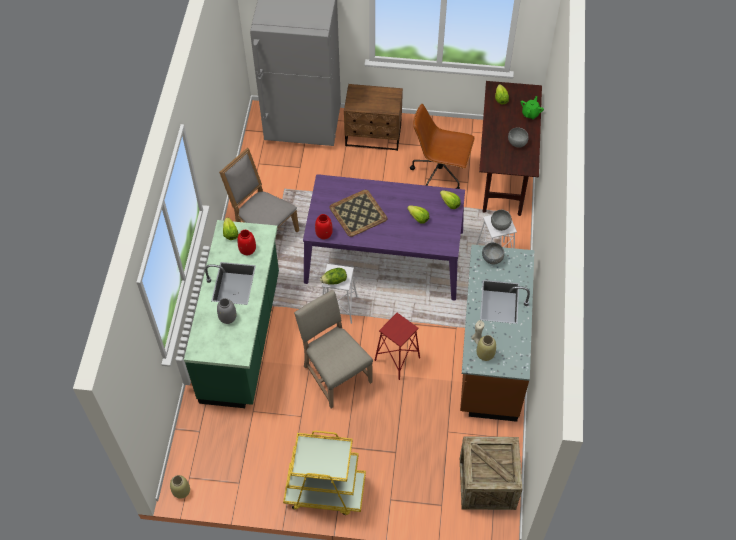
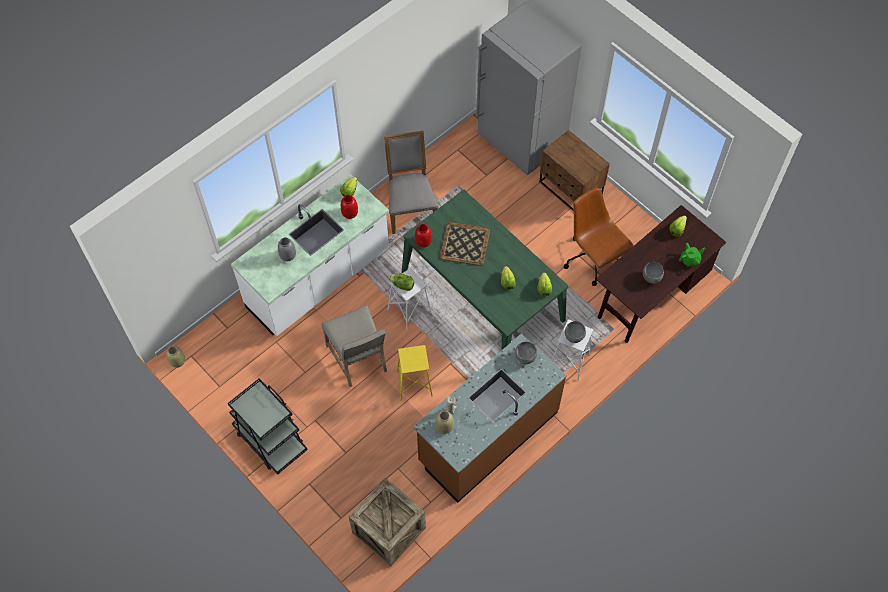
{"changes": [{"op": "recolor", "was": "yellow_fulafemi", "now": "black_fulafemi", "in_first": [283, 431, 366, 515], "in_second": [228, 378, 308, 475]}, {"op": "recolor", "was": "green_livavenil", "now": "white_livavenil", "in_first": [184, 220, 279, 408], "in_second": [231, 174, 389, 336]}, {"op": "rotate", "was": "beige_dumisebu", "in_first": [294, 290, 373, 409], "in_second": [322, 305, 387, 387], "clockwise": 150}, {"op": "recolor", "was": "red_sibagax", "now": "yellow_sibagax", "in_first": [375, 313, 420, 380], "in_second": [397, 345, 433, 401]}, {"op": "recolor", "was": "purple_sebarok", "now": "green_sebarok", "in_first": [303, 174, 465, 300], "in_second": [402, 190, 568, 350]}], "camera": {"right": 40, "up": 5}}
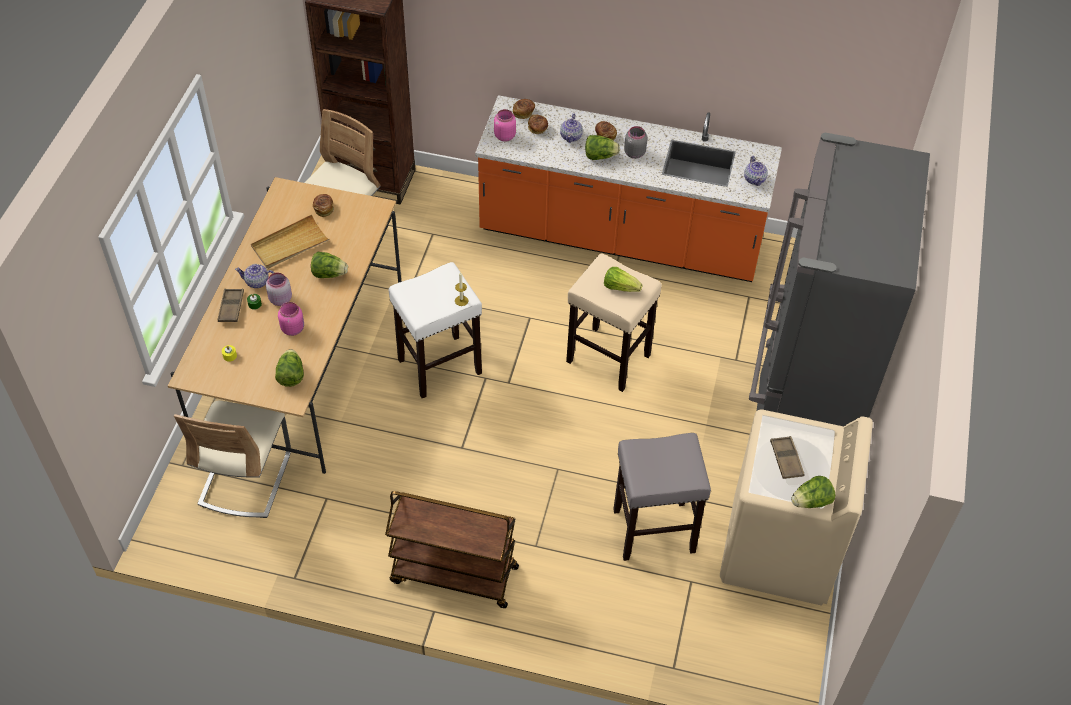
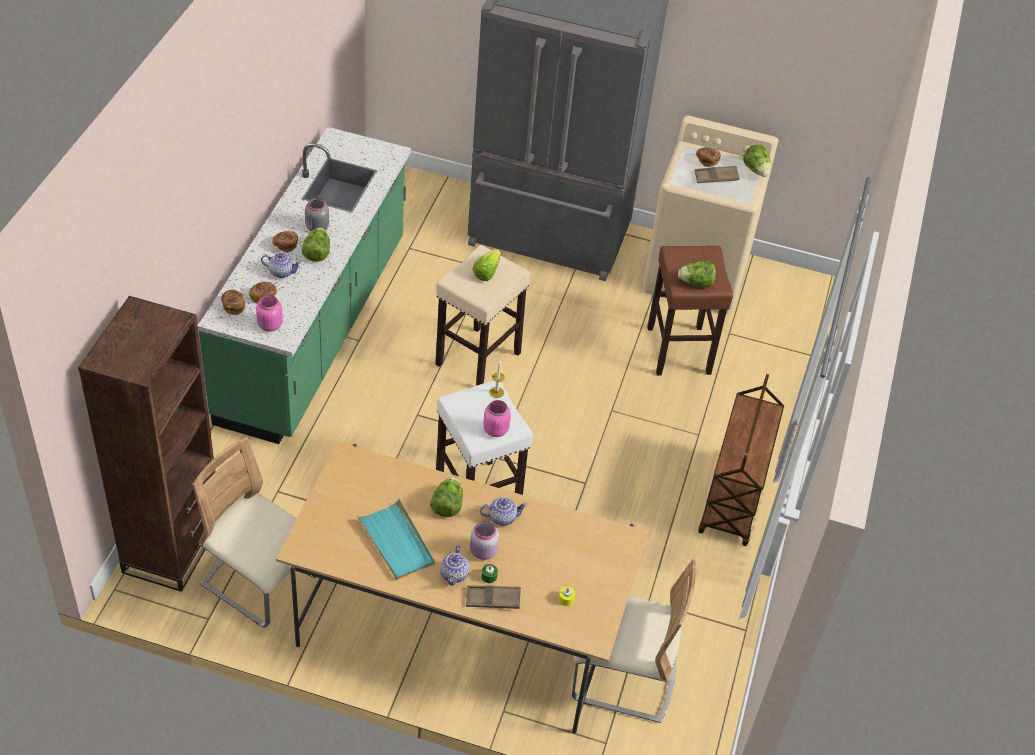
{"changes": [{"op": "recolor", "was": "orange_livavenil", "now": "green_livavenil", "in_first": [475, 95, 782, 282], "in_second": [198, 127, 411, 444]}, {"op": "recolor", "was": "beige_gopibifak", "now": "turquoise_gopibifak", "in_first": [251, 215, 330, 269], "in_second": [356, 499, 435, 580]}, {"op": "move", "was": "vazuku", "in_first": [744, 156, 768, 186], "in_second": [480, 497, 527, 526]}, {"op": "move", "was": "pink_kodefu", "in_first": [278, 302, 304, 336], "in_second": [483, 400, 511, 437]}, {"op": "recolor", "was": "grey_sibagax", "now": "brown_sibagax", "in_first": [613, 433, 711, 561], "in_second": [647, 246, 733, 375]}, {"op": "move", "was": "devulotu", "in_first": [275, 349, 304, 387], "in_second": [678, 261, 716, 287]}, {"op": "move", "was": "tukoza", "in_first": [313, 194, 334, 217], "in_second": [696, 147, 721, 167]}], "camera": {"right": -90, "up": -5}}
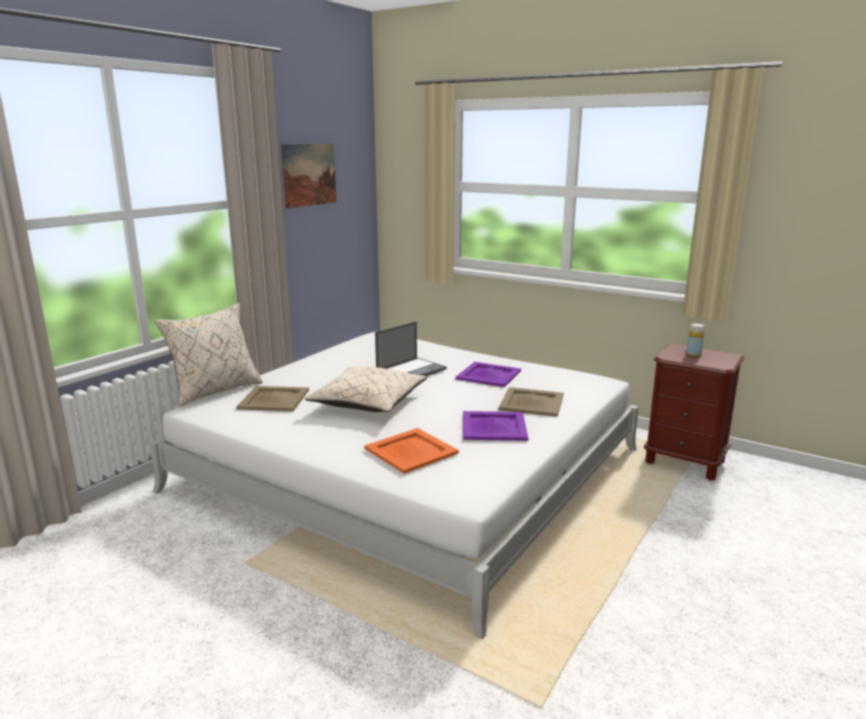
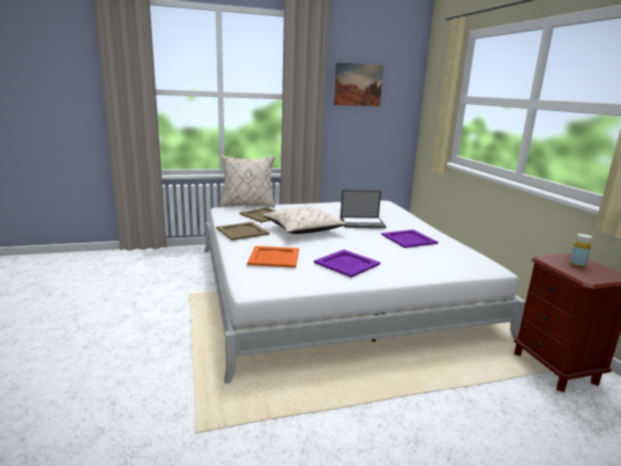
{"changes": [{"op": "move", "was": "beige_gopibifak", "in_first": [499, 387, 564, 417], "in_second": [216, 222, 270, 241]}], "camera": {"right": 40, "up": 0}}
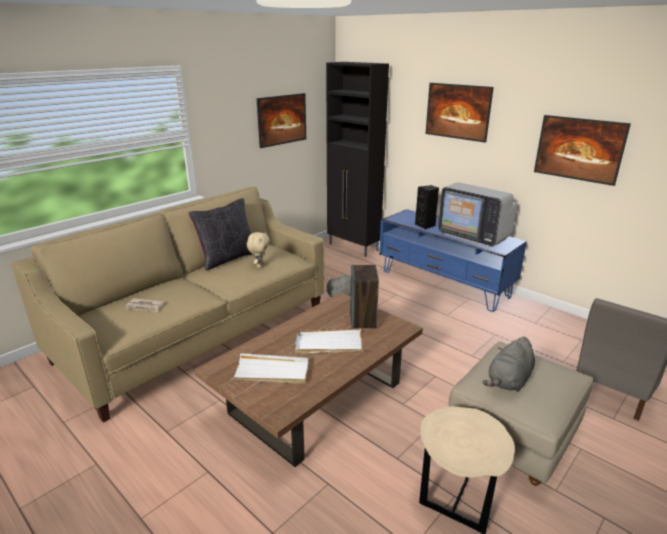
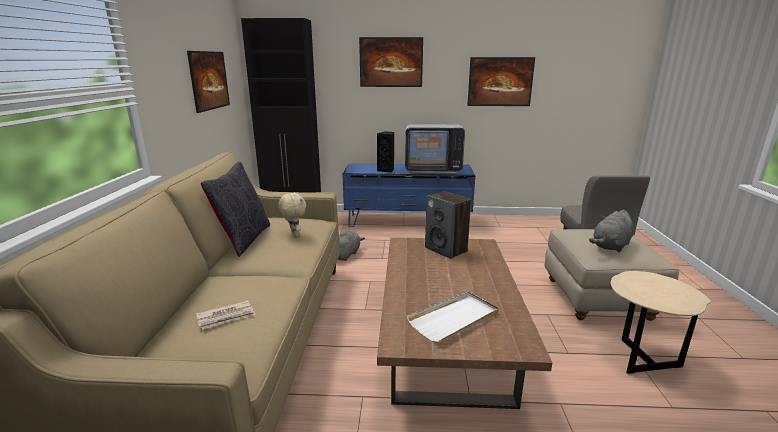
{"changes": [{"op": "rotate", "was": "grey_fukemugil", "in_first": [483, 337, 535, 392], "in_second": [589, 210, 634, 252], "clockwise": 45}, {"op": "delete", "was": "white_gopibifak", "in_first": [295, 329, 363, 354]}], "camera": {"right": -40, "up": -5}}
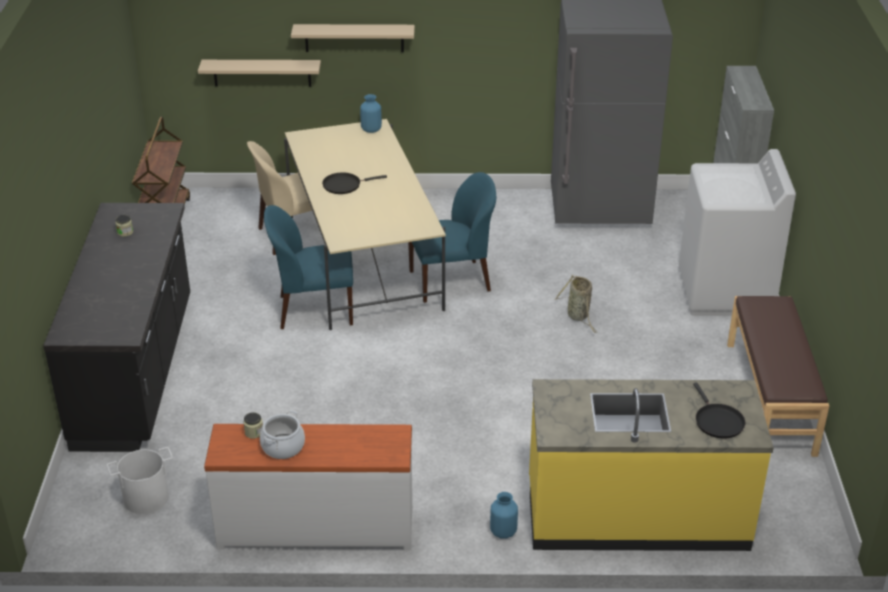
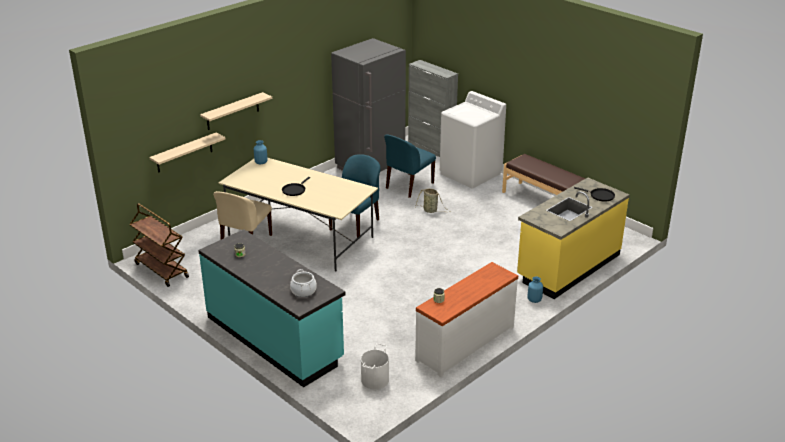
{"changes": [{"op": "recolor", "was": "black_livavenil", "now": "turquoise_livavenil", "in_first": [43, 203, 190, 452], "in_second": [198, 229, 345, 387]}, {"op": "move", "was": "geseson", "in_first": [260, 410, 305, 459], "in_second": [290, 269, 317, 297]}, {"op": "move", "was": "blue_dumisebu", "in_first": [264, 205, 353, 329], "in_second": [384, 135, 436, 198]}], "camera": {"right": -45, "up": -5}}
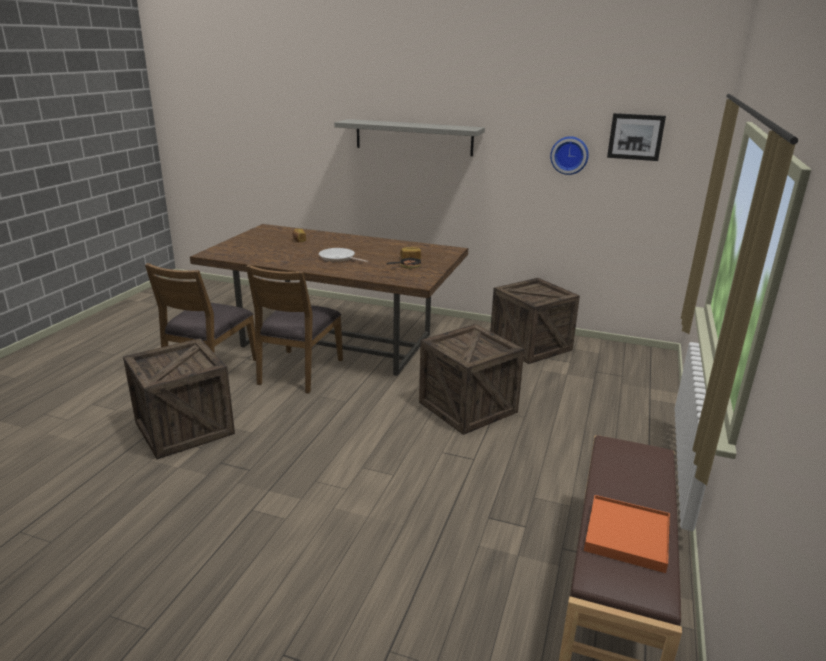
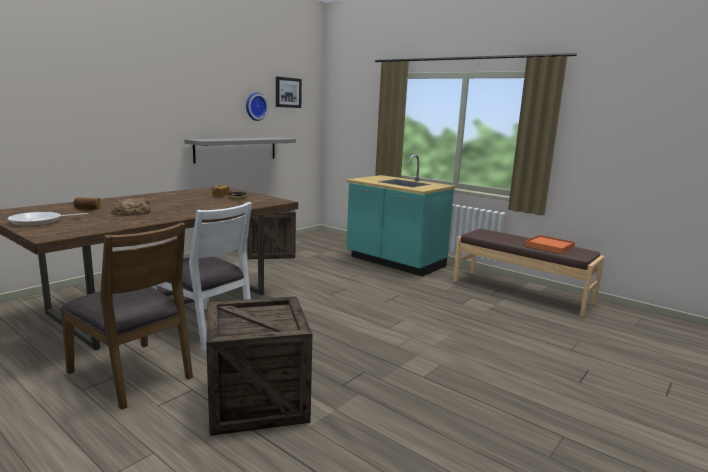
{"changes": [{"op": "move", "was": "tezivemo", "in_first": [319, 248, 368, 262], "in_second": [7, 212, 88, 226]}, {"op": "insert", "now": "tukoza", "in_second": [111, 198, 151, 216]}, {"op": "recolor", "was": "brown_dumisebu", "now": "white_dumisebu", "in_first": [246, 265, 343, 393], "in_second": [152, 202, 252, 352]}, {"op": "move", "was": "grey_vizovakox", "in_first": [334, 119, 485, 156], "in_second": [184, 137, 296, 163]}, {"op": "insert", "now": "turquoise_livavenil", "in_second": [346, 154, 455, 277]}, {"op": "delete", "was": "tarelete", "in_first": [419, 324, 524, 435]}], "camera": {"right": -70, "up": -10}}
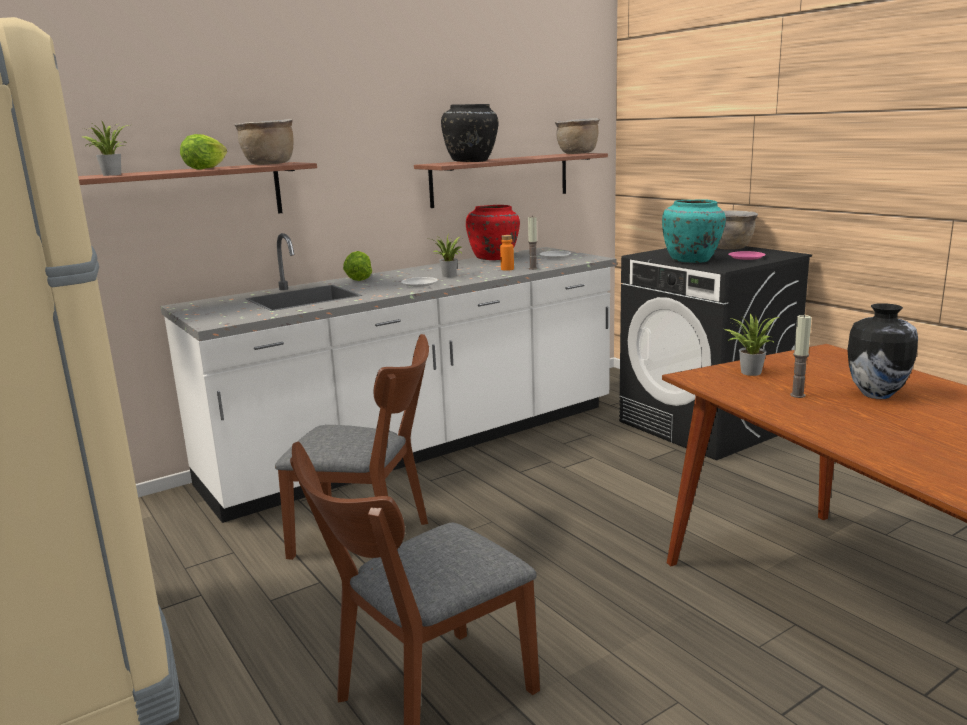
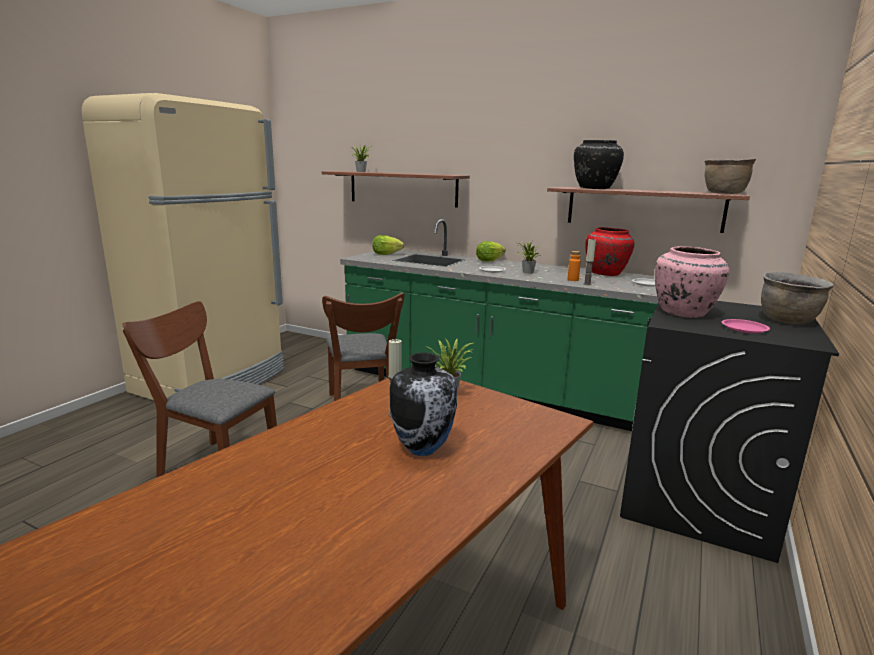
{"changes": [{"op": "recolor", "was": "white_livavenil", "now": "green_livavenil", "in_first": [160, 233, 617, 523], "in_second": [340, 219, 659, 431]}, {"op": "move", "was": "devulotu", "in_first": [180, 134, 227, 170], "in_second": [372, 235, 404, 255]}, {"op": "recolor", "was": "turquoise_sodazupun", "now": "pink_sodazupun", "in_first": [662, 199, 726, 263], "in_second": [655, 246, 730, 318]}, {"op": "delete", "was": "brown_geseson", "in_first": [234, 119, 294, 165]}], "camera": {"right": 60, "up": 0}}
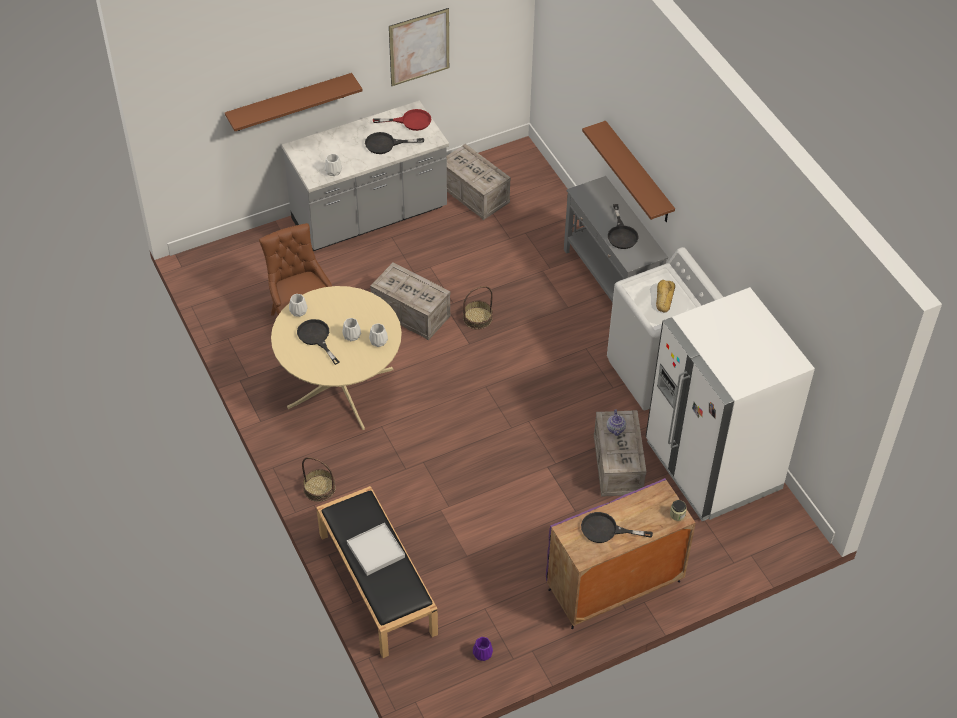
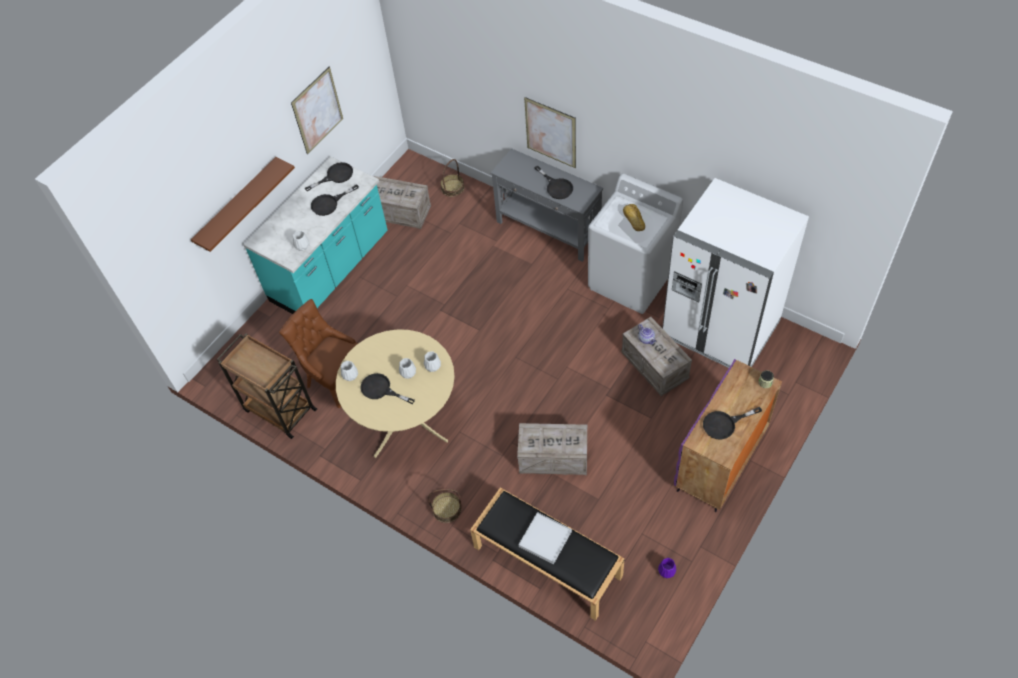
{"changes": [{"op": "insert", "now": "brown_fulafemi", "in_second": [217, 333, 317, 439]}, {"op": "recolor", "was": "grey_livavenil", "now": "turquoise_livavenil", "in_first": [282, 100, 449, 251], "in_second": [243, 156, 388, 314]}, {"op": "recolor", "was": "red_tezivemo", "now": "black_tezivemo", "in_first": [373, 109, 431, 131], "in_second": [305, 162, 353, 191]}, {"op": "move", "was": "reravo", "in_first": [463, 286, 493, 329], "in_second": [440, 159, 465, 197]}, {"op": "move", "was": "tarelete", "in_first": [370, 262, 451, 340], "in_second": [517, 423, 587, 475]}, {"op": "replace", "was": "brown_vizovakox", "now": "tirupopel", "in_first": [582, 121, 675, 222], "in_second": [524, 97, 576, 168]}], "camera": {"right": -25, "up": 5}}
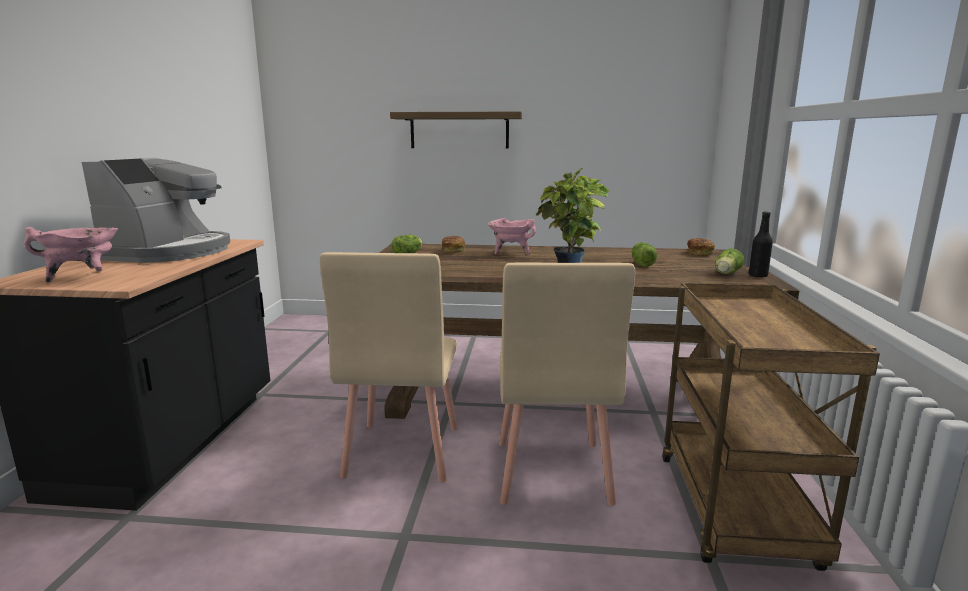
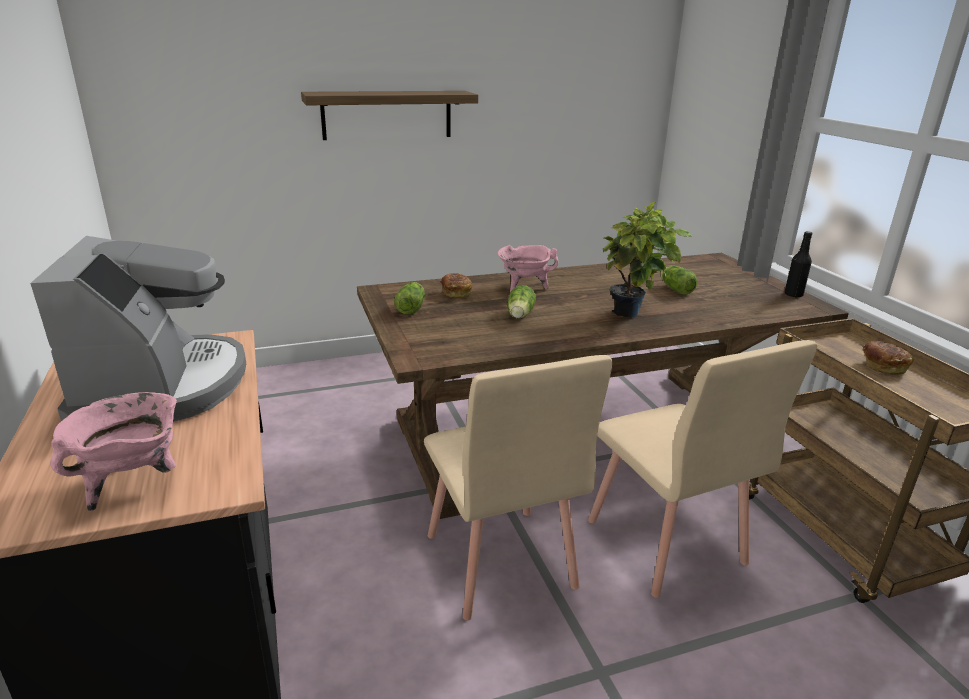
{"changes": [{"op": "move", "was": "devulotu", "in_first": [715, 249, 744, 274], "in_second": [507, 285, 536, 319]}, {"op": "move", "was": "tukoza", "in_first": [687, 238, 715, 256], "in_second": [863, 341, 914, 375]}], "camera": {"right": -25, "up": 10}}
